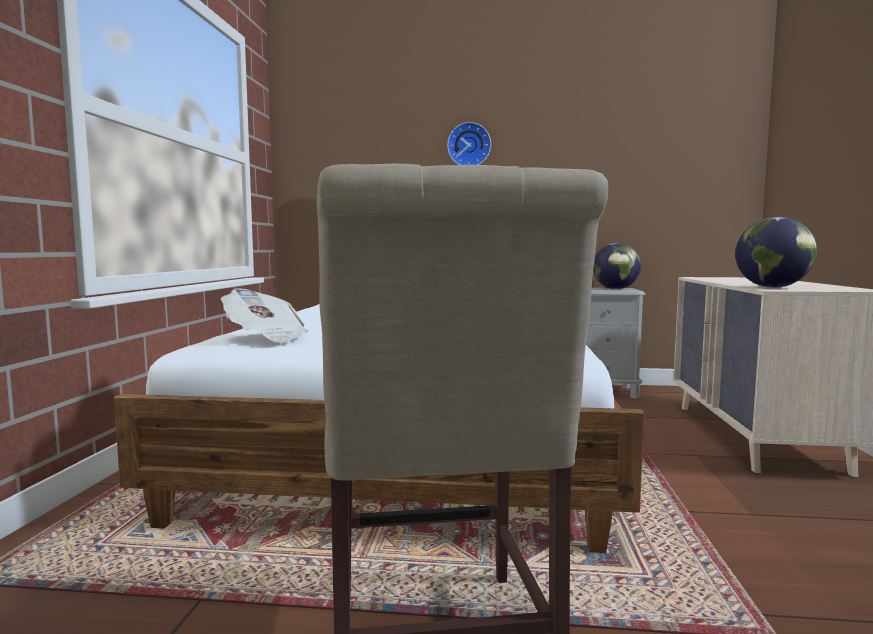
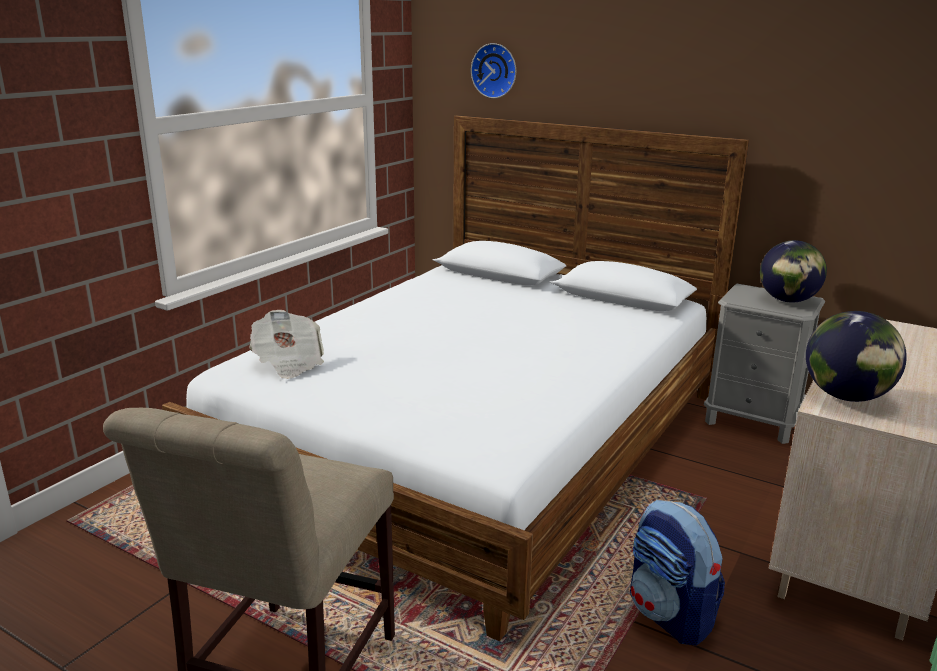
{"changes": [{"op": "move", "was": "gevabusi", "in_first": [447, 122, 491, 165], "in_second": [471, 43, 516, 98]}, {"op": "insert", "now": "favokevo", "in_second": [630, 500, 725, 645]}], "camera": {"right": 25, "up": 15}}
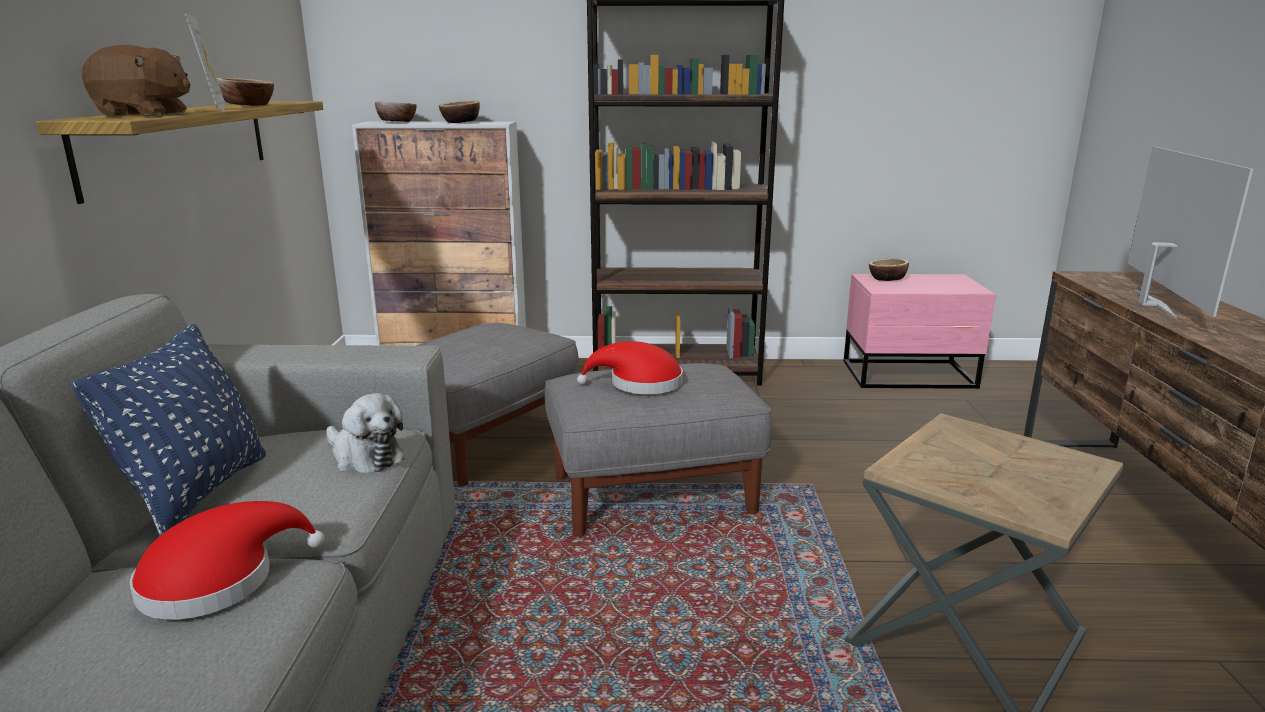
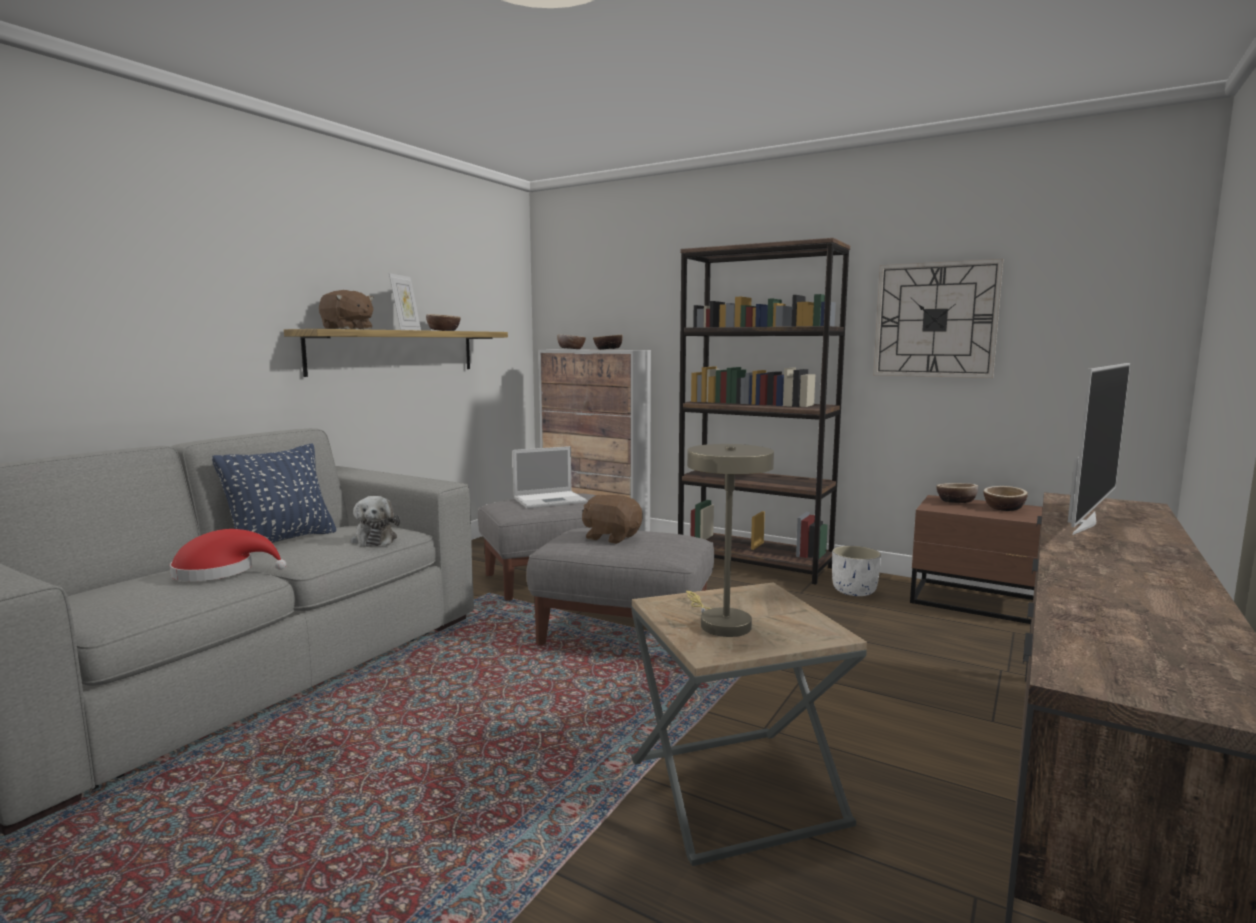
{"changes": [{"op": "insert", "now": "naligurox", "in_second": [512, 446, 587, 509]}, {"op": "replace", "was": "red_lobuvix", "now": "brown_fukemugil", "in_first": [577, 341, 683, 394], "in_second": [582, 495, 642, 544]}, {"op": "insert", "now": "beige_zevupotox", "in_second": [686, 444, 774, 637]}, {"op": "insert", "now": "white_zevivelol", "in_second": [832, 546, 881, 596]}, {"op": "insert", "now": "gevabusi", "in_second": [873, 259, 1003, 378]}, {"op": "recolor", "was": "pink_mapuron", "now": "brown_mapuron", "in_first": [843, 274, 996, 389], "in_second": [910, 495, 1043, 624]}, {"op": "insert", "now": "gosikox", "in_second": [983, 486, 1028, 511]}], "camera": {"right": 30, "up": -10}}
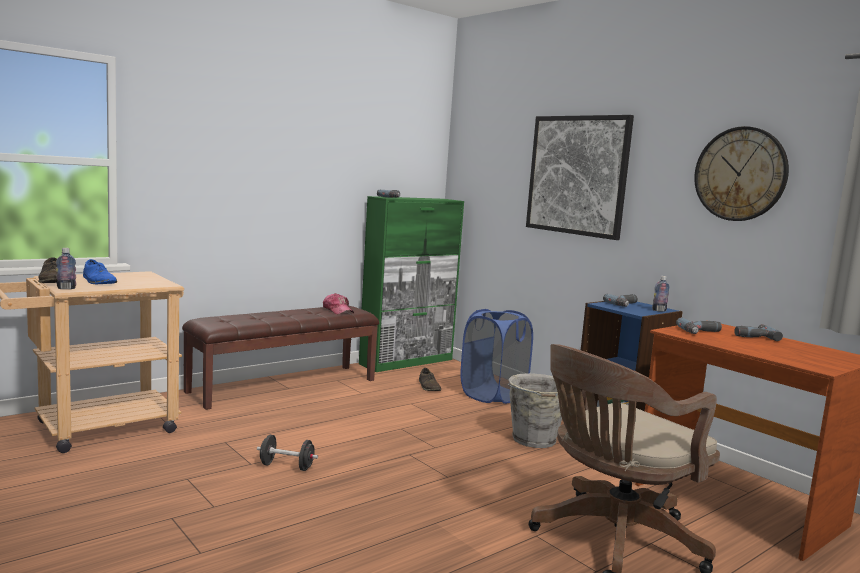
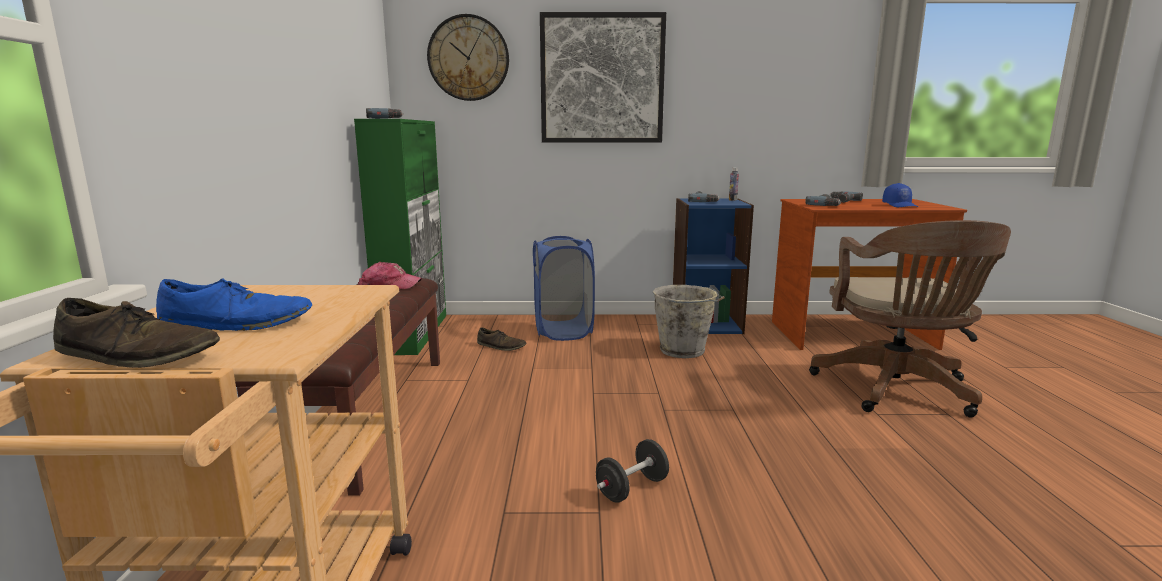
{"changes": [{"op": "move", "was": "gevabusi", "in_first": [694, 126, 789, 221], "in_second": [427, 14, 509, 101]}, {"op": "insert", "now": "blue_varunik", "in_second": [882, 183, 918, 207]}, {"op": "delete", "was": "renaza", "in_first": [56, 248, 77, 289]}], "camera": {"right": -50, "up": 5}}
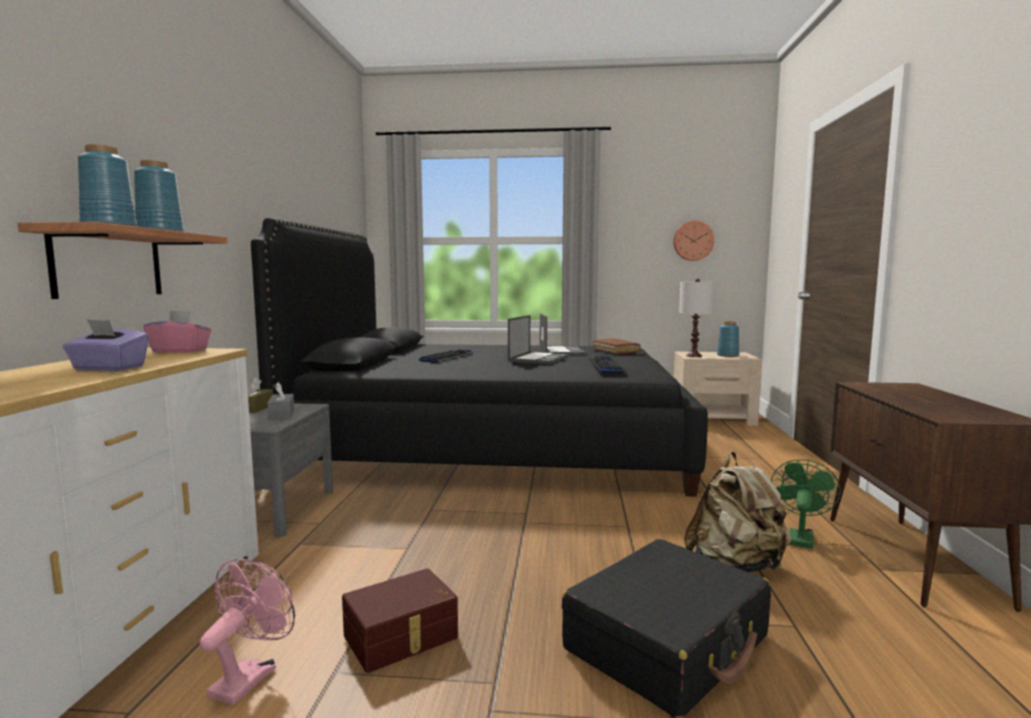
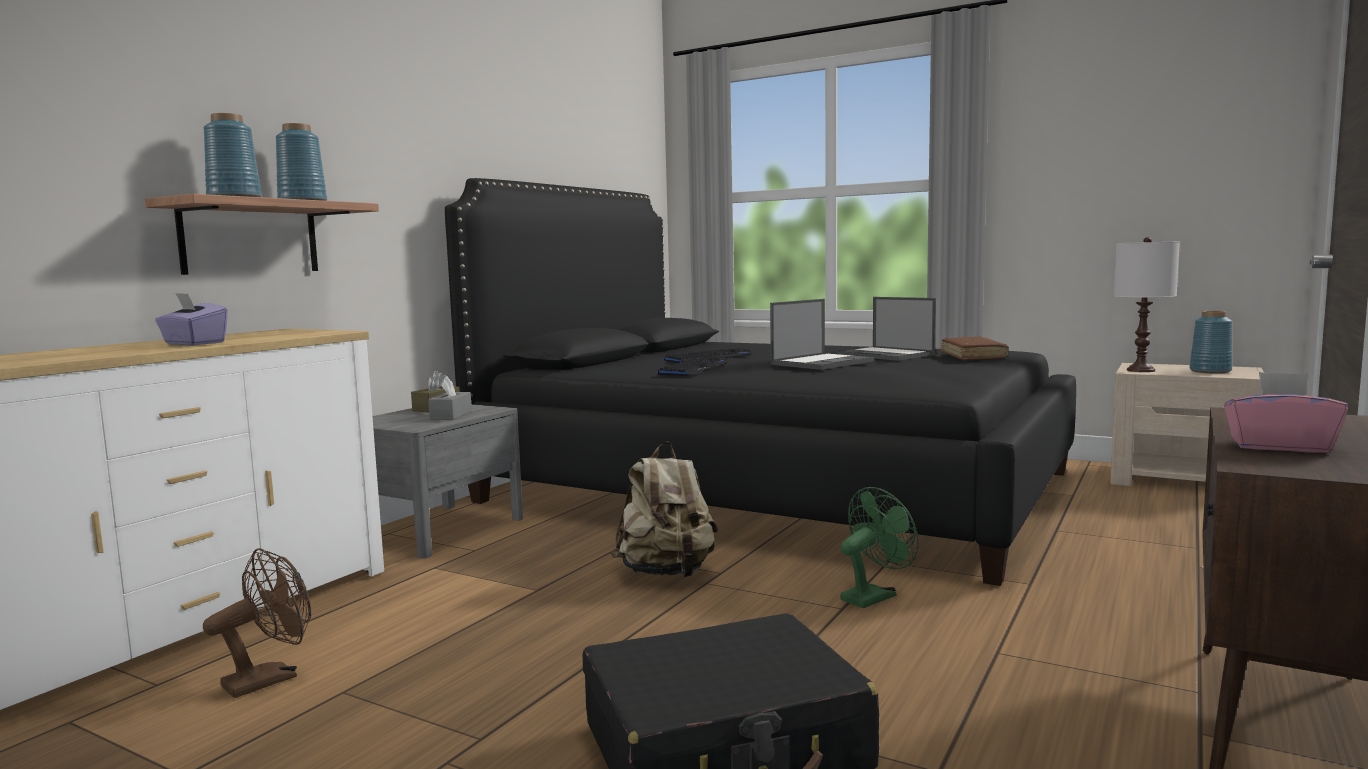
{"changes": [{"op": "recolor", "was": "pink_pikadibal", "now": "brown_pikadibal", "in_first": [200, 559, 295, 705], "in_second": [203, 548, 311, 698]}, {"op": "move", "was": "beige_favokevo", "in_first": [684, 452, 792, 573], "in_second": [611, 442, 718, 577]}, {"op": "move", "was": "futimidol", "in_first": [589, 356, 626, 372], "in_second": [657, 357, 730, 376]}, {"op": "rotate", "was": "naligurox", "in_first": [540, 313, 586, 355], "in_second": [837, 297, 936, 361], "clockwise": 120}, {"op": "move", "was": "green_pikadibal", "in_first": [771, 459, 841, 549], "in_second": [840, 487, 919, 608]}, {"op": "move", "was": "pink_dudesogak", "in_first": [143, 310, 212, 353], "in_second": [1224, 372, 1348, 453]}, {"op": "delete", "was": "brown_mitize", "in_first": [342, 568, 458, 673]}, {"op": "delete", "was": "gevabusi", "in_first": [674, 221, 714, 261]}], "camera": {"right": 25, "up": 0}}
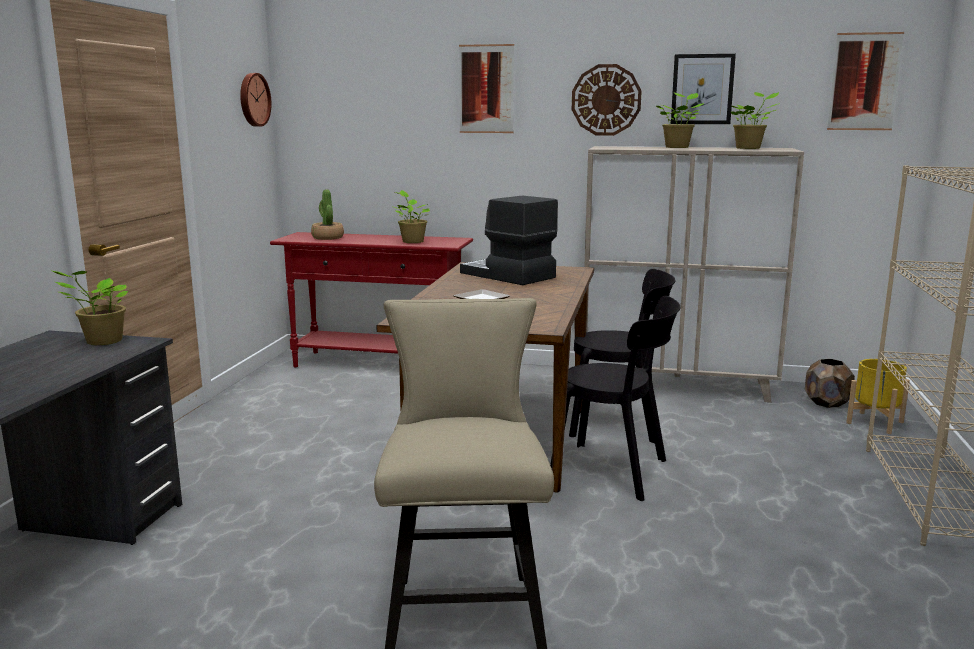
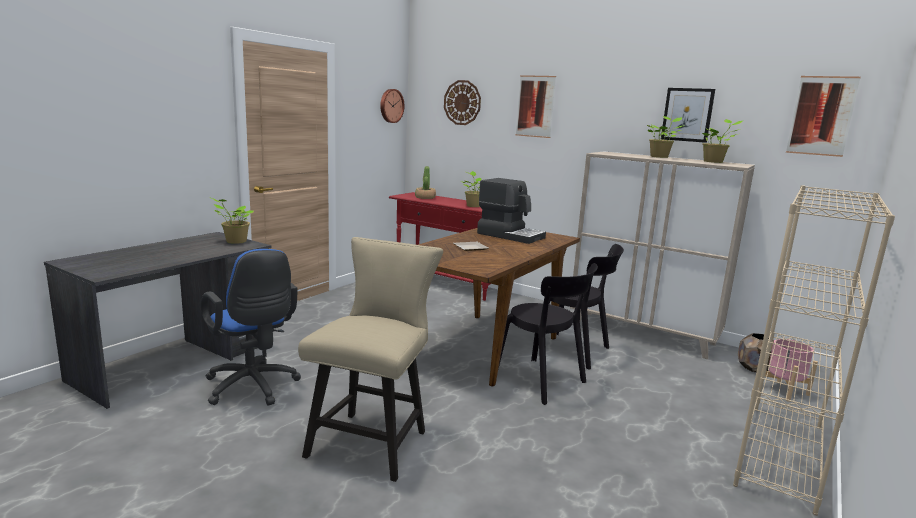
{"changes": [{"op": "insert", "now": "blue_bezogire", "in_second": [201, 249, 301, 406]}, {"op": "move", "was": "gevabusi", "in_first": [572, 64, 642, 136], "in_second": [444, 80, 481, 125]}, {"op": "rotate", "was": "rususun", "in_first": [460, 196, 558, 285], "in_second": [477, 178, 546, 244], "clockwise": 150}, {"op": "recolor", "was": "yellow_zevivelol", "now": "pink_zevivelol", "in_first": [846, 359, 910, 434], "in_second": [759, 339, 818, 402]}], "camera": {"right": 20, "up": 0}}
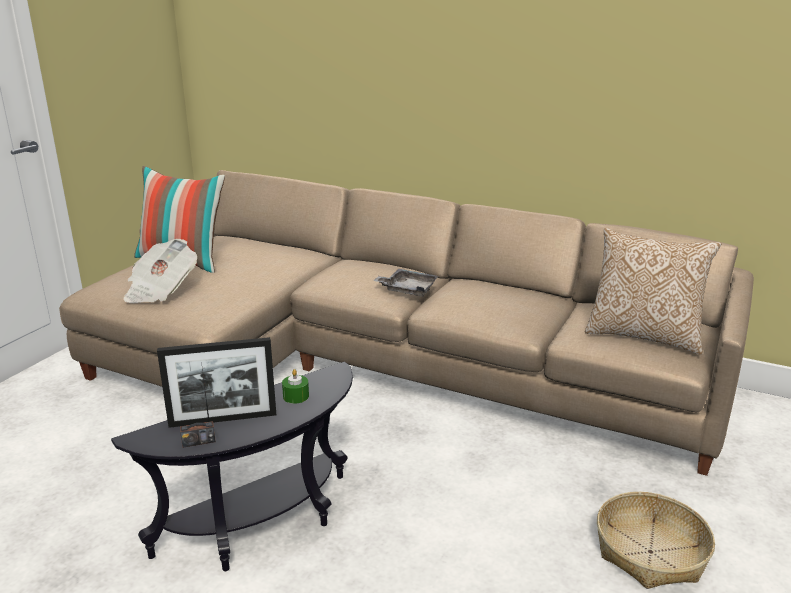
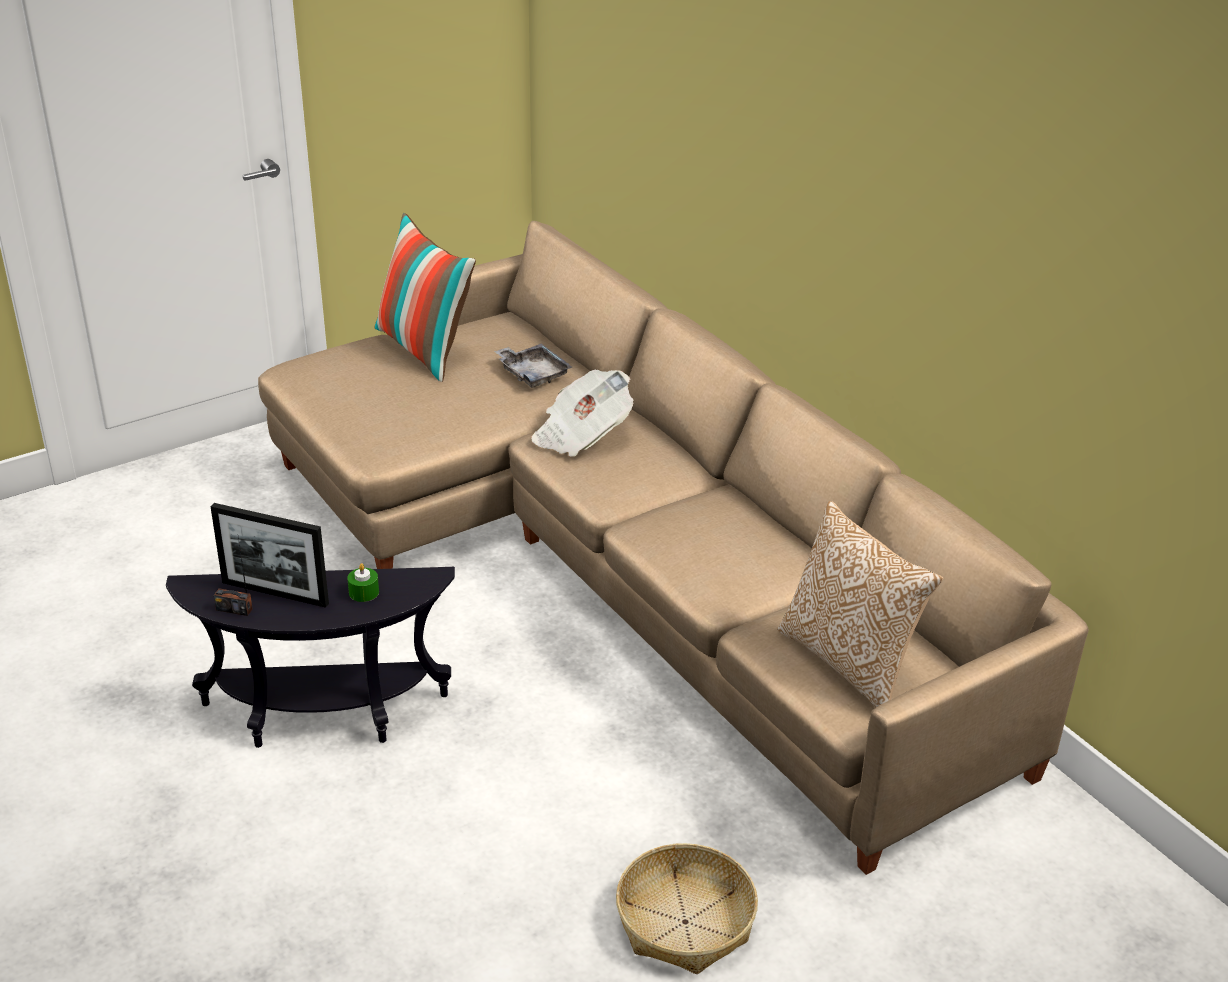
{"changes": [{"op": "move", "was": "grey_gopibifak", "in_first": [373, 269, 438, 297], "in_second": [494, 343, 572, 388]}, {"op": "move", "was": "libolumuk", "in_first": [123, 239, 197, 303], "in_second": [531, 369, 633, 457]}], "camera": {"right": 30, "up": 10}}
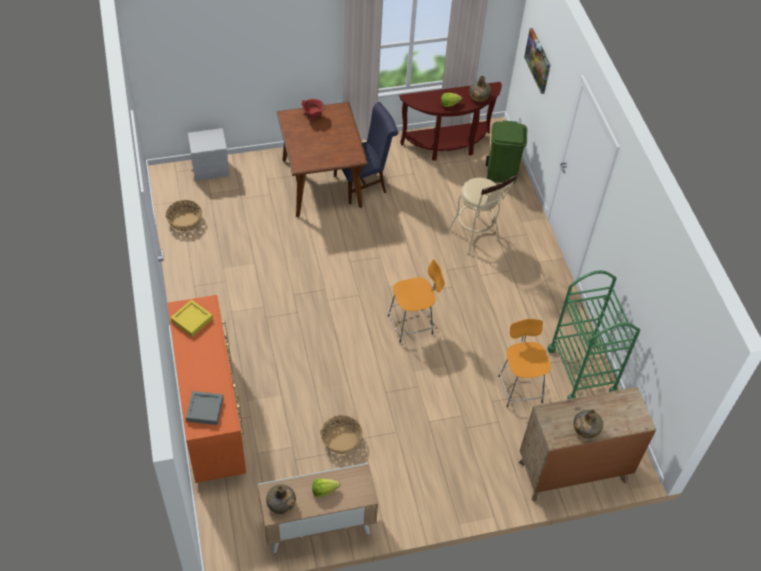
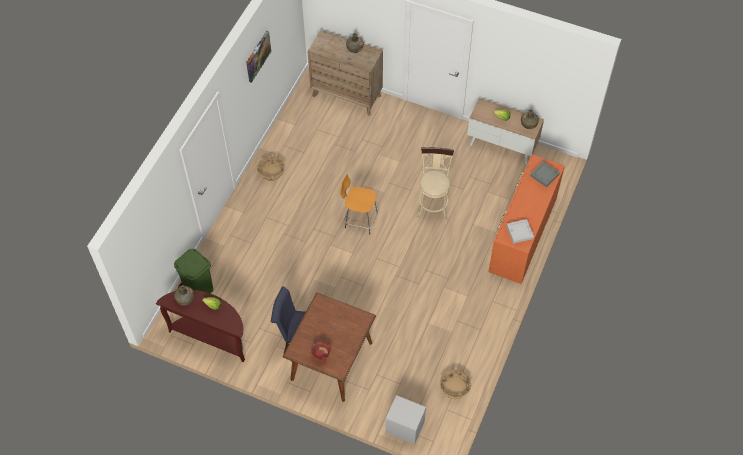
{"changes": [{"op": "move", "was": "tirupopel", "in_first": [524, 28, 551, 94], "in_second": [246, 31, 271, 83]}, {"op": "move", "was": "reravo", "in_first": [321, 415, 363, 454], "in_second": [257, 156, 285, 181]}, {"op": "move", "was": "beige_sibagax", "in_first": [448, 174, 518, 255], "in_second": [417, 147, 454, 225]}, {"op": "recolor", "was": "yellow_gopibifak", "now": "grey_gopibifak", "in_first": [171, 300, 213, 337], "in_second": [507, 219, 534, 243]}, {"op": "delete", "was": "orange_sibagax", "in_first": [498, 319, 550, 407]}, {"op": "delete", "was": "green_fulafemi", "in_first": [548, 270, 640, 400]}], "camera": {"right": -140, "up": 5}}
